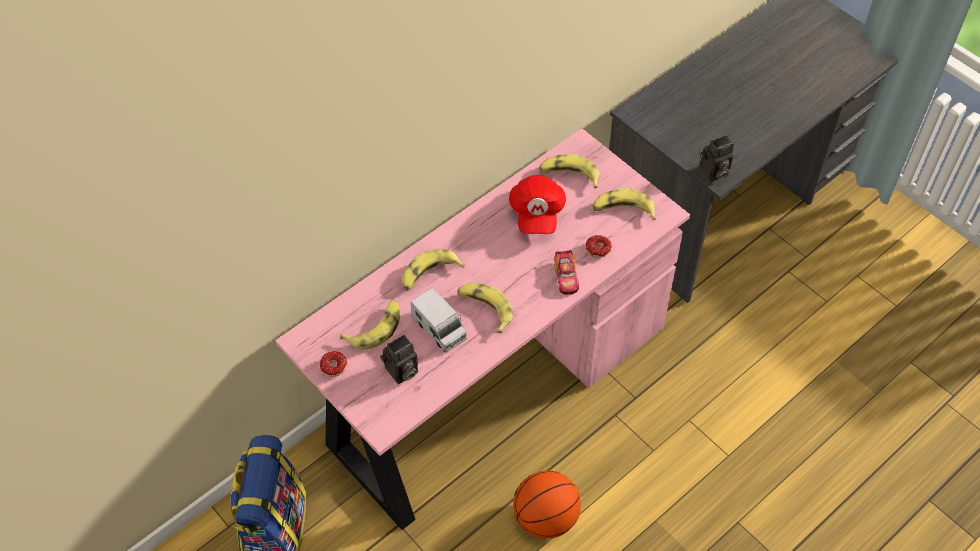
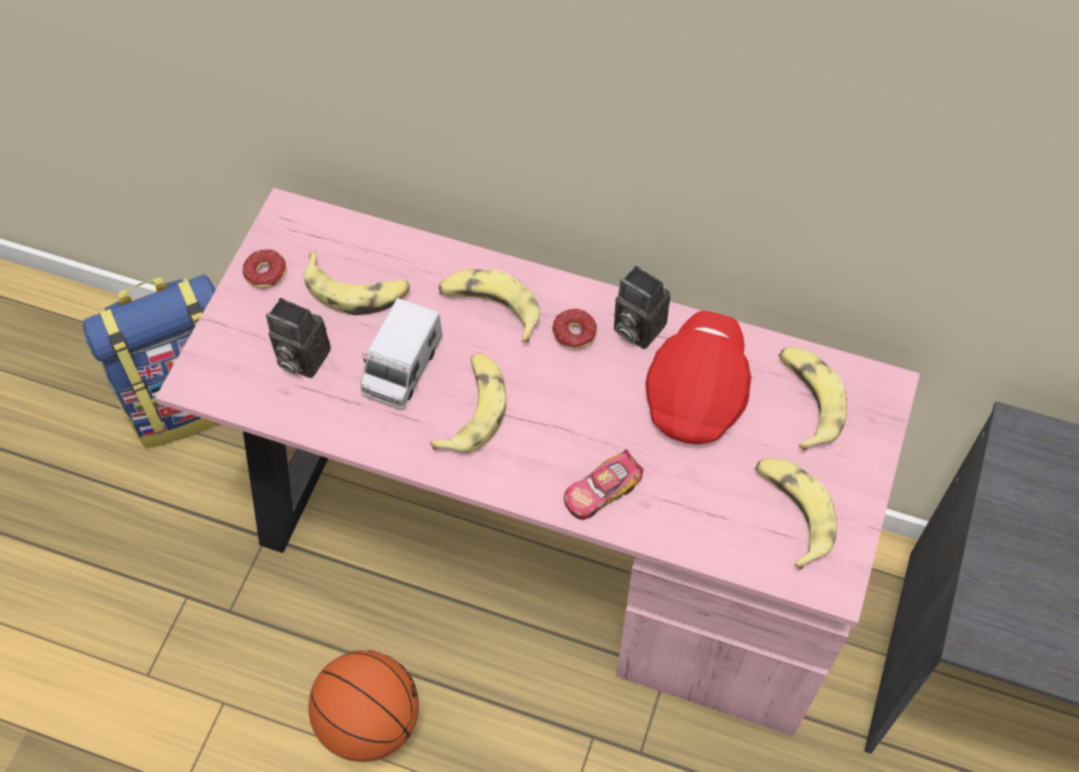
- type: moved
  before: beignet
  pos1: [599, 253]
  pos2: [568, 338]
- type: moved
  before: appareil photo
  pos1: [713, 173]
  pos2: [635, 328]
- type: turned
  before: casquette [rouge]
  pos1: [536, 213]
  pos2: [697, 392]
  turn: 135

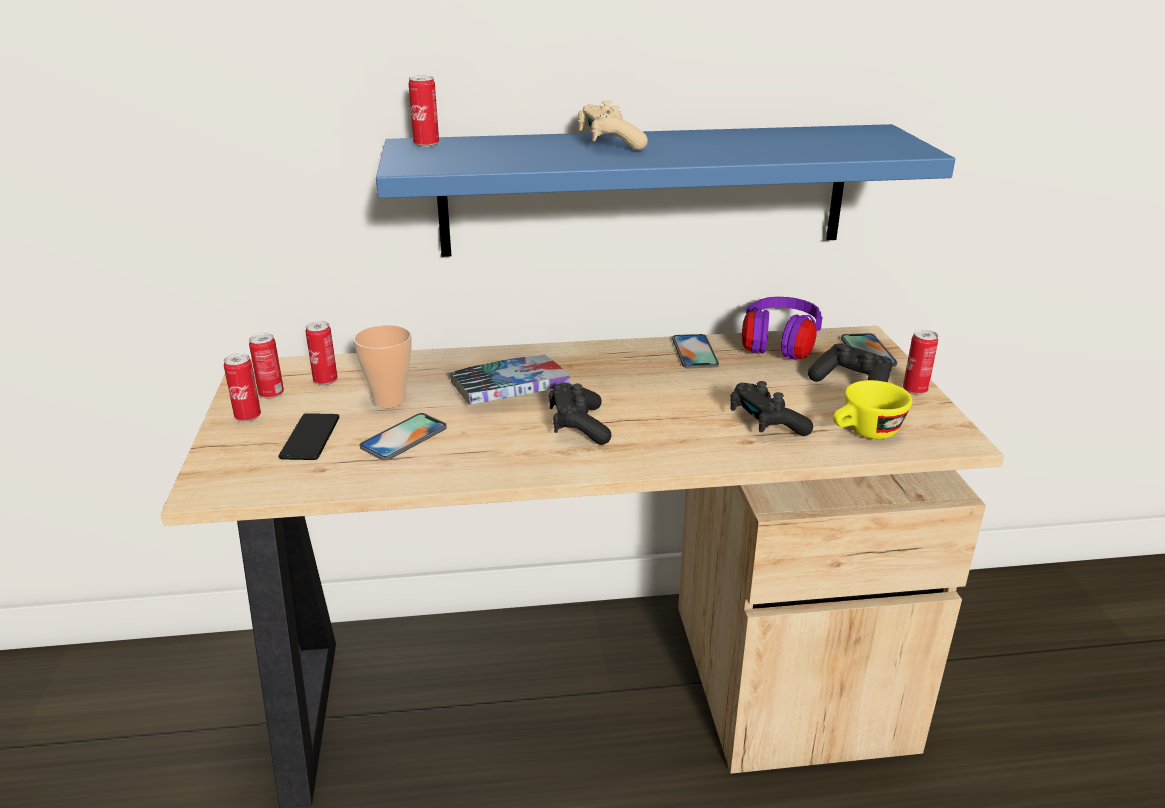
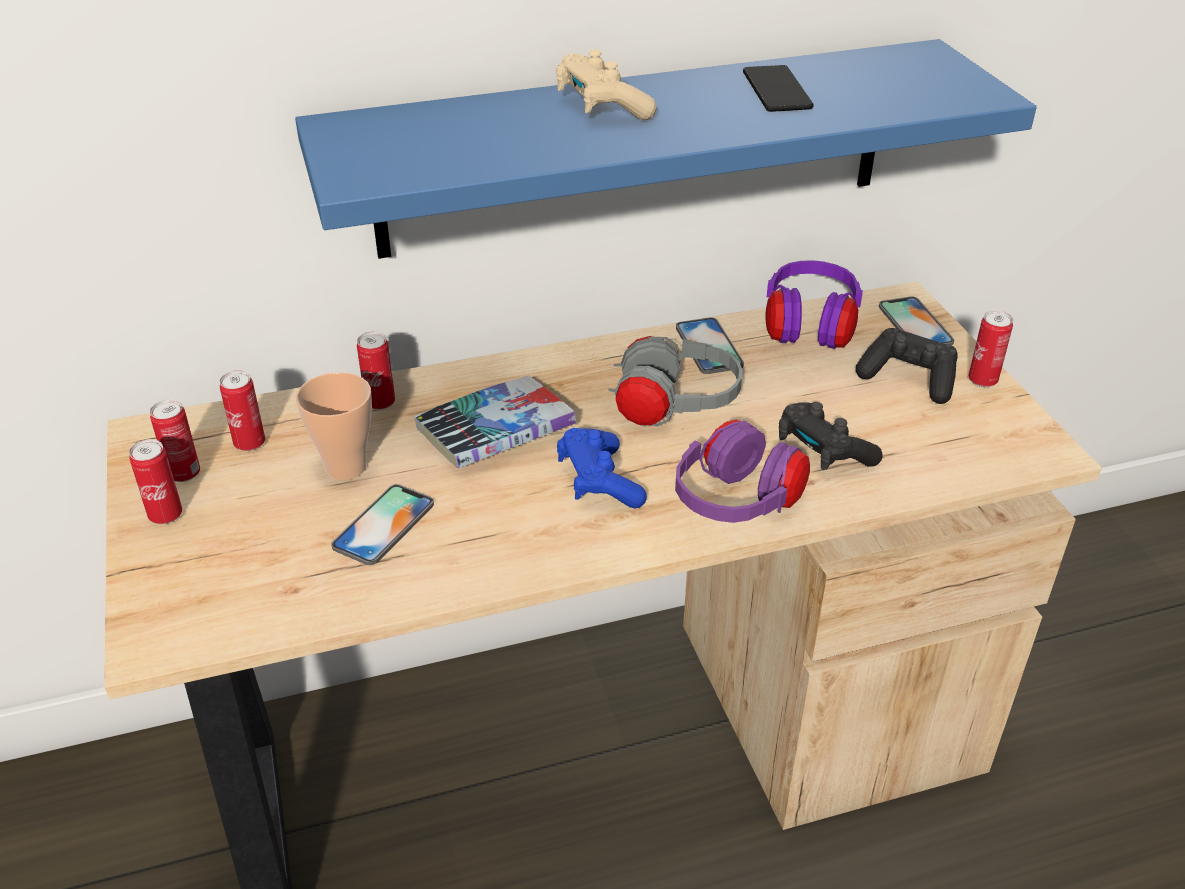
- type: moved
  before: boîte métallique
  pos1: [426, 144]
  pos2: [380, 403]
- type: recoloured
  before: manette [noir]
  after: manette [bleu]
  pos1: [578, 426]
  pos2: [599, 482]
- type: added
  after: casque audio [gris]
  pos2: [674, 408]
- type: added
  after: casque audio [violet]
  pos2: [737, 504]
- type: moved
  before: téléphone
  pos1: [310, 438]
  pos2: [776, 90]
- type: removed
  before: tasse [jaune]
  pos1: [865, 433]

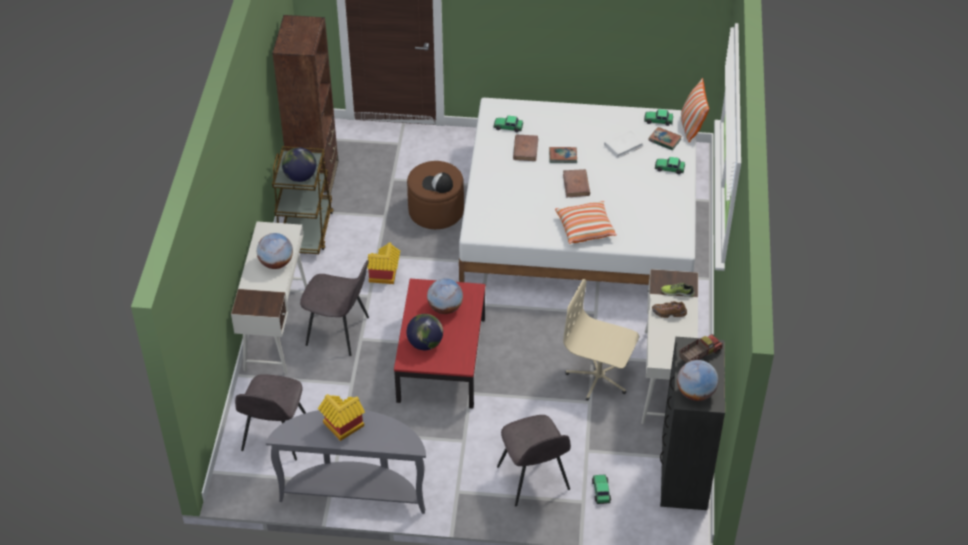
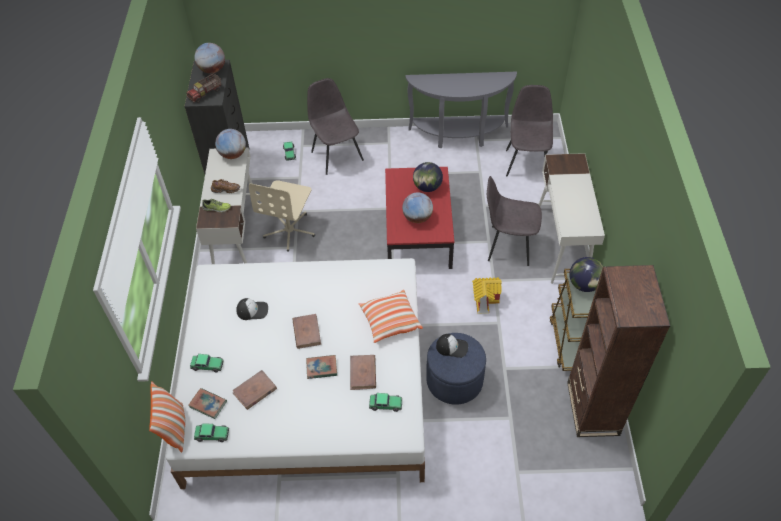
- type: moved
  before: globe
  pos1: [276, 263]
  pos2: [233, 154]
- type: recoloured
  before: livre [blanc]
  after: livre [marron]
  pos1: [623, 145]
  pos2: [255, 391]
- type: added
  after: casquette
  pos2: [252, 310]
- type: turned
  before: chaise de bureau [beige]
  pos1: [599, 377]
  pos2: [290, 231]
  turn: 90
- type: moved
  before: coussin
  pos1: [585, 228]
  pos2: [390, 321]
- type: recoloured
  before: pouf [marron]
  after: pouf [bleu]
  pos1: [436, 211]
  pos2: [454, 380]
- type: removed
  before: maison miniature
  pos1: [341, 428]

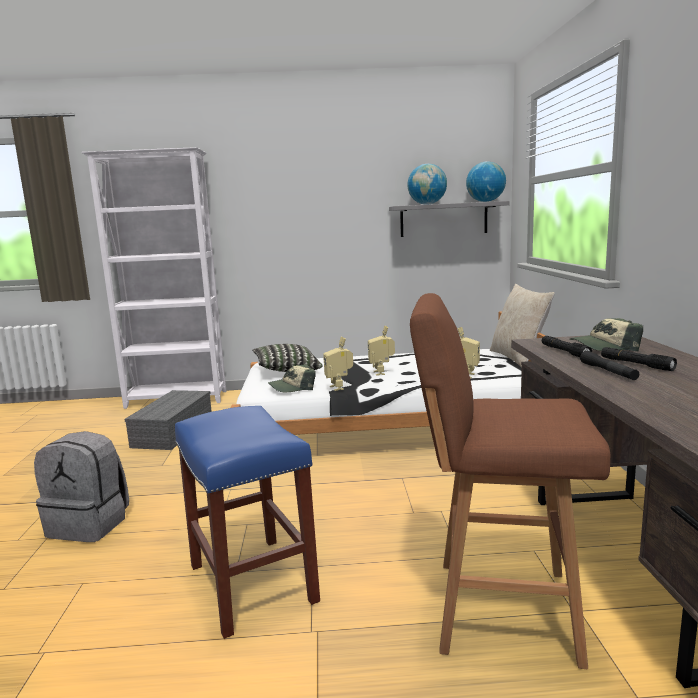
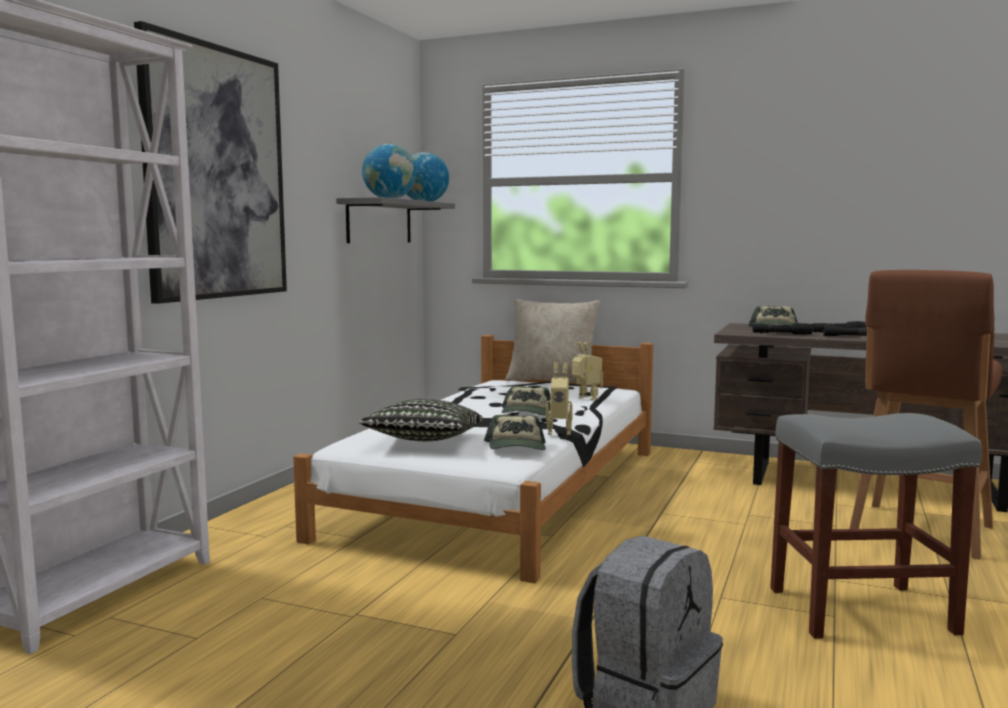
- type: added
  after: tableau
  pos2: [216, 173]
- type: replaced
  before: robot jouet
  after: casquette
  pos1: [382, 373]
  pos2: [526, 414]
- type: recoloured
  before: tabouret [bleu]
  after: tabouret [gris]
  pos1: [253, 584]
  pos2: [862, 610]
- type: removed
  before: boîte de rangement [gris]
  pos1: [173, 431]

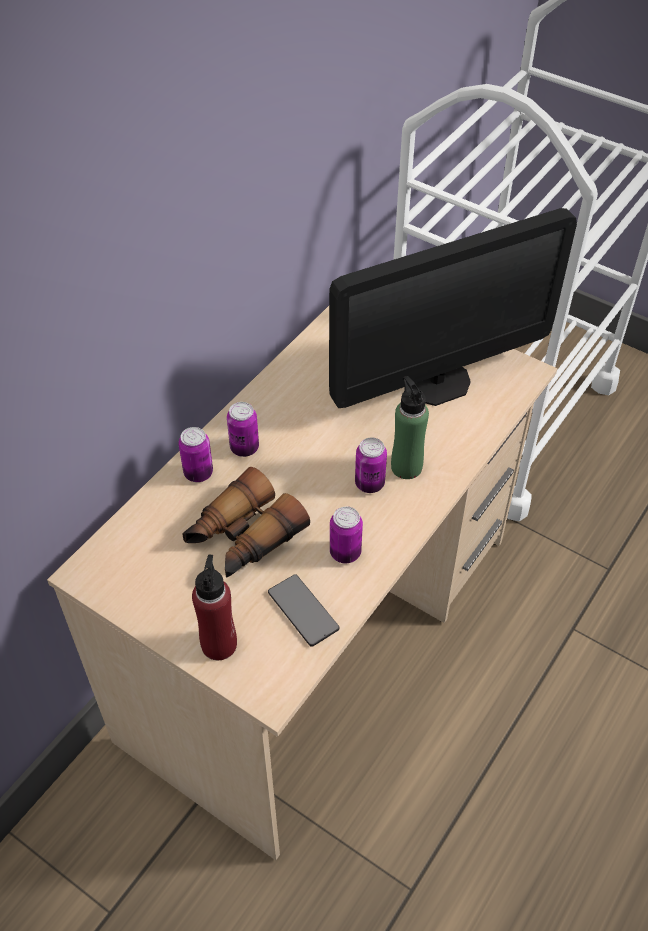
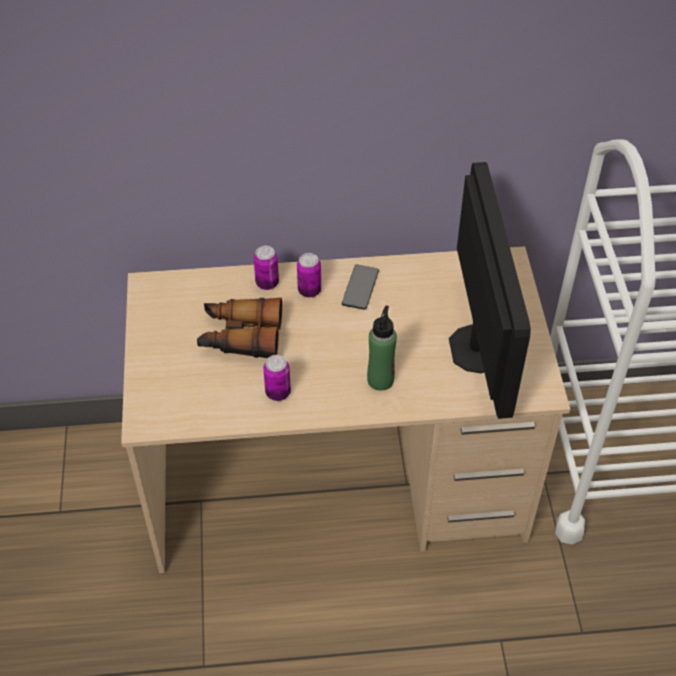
- type: moved
  before: téléphone
  pos1: [303, 611]
  pos2: [360, 288]
- type: turned
  before: écran d'ordinateur
  pos1: [436, 382]
  pos2: [475, 349]
  turn: -120
- type: removed
  before: bouteille [rouge]
  pos1: [219, 644]
- type: removed
  before: boîte métallique
  pos1: [369, 484]

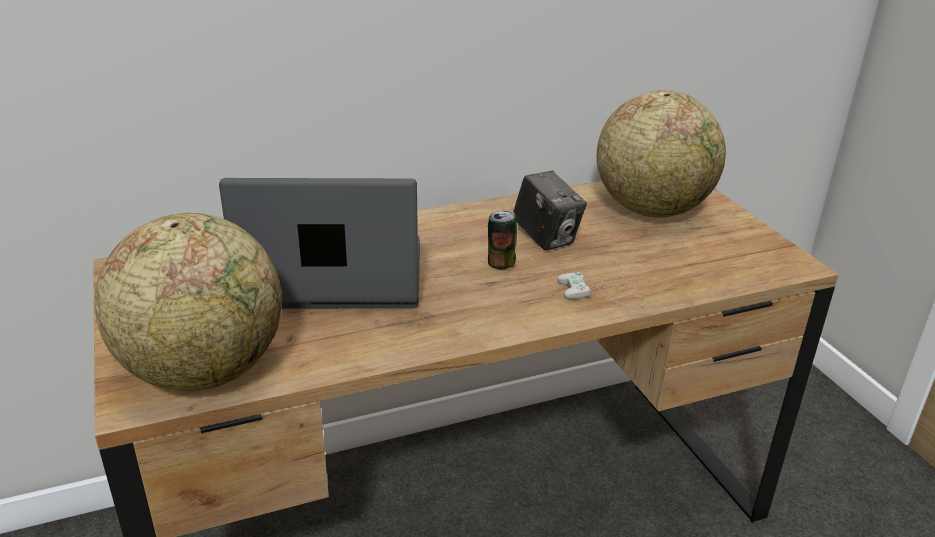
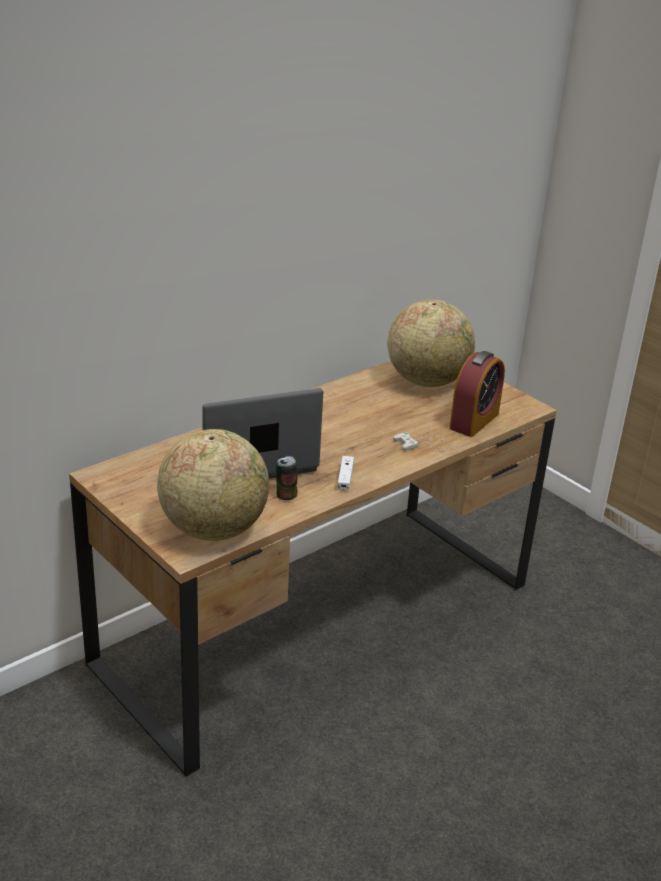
- type: moved
  before: boîte métallique
  pos1: [501, 263]
  pos2: [286, 495]
- type: added
  after: manette [blanc]
  pos2: [345, 477]
- type: added
  after: réveil
  pos2: [474, 421]
- type: removed
  before: appareil photo
  pos1: [546, 238]

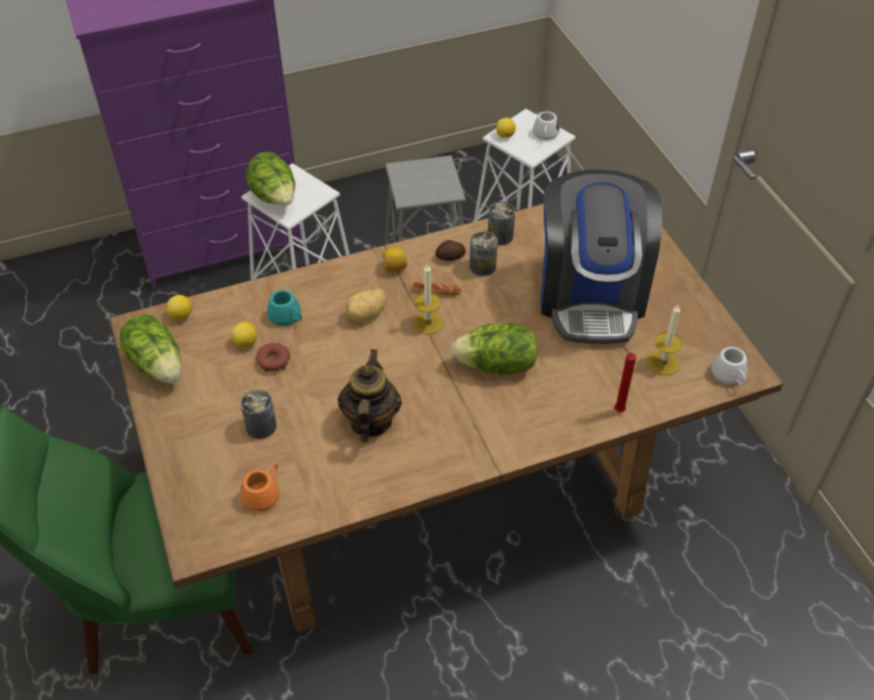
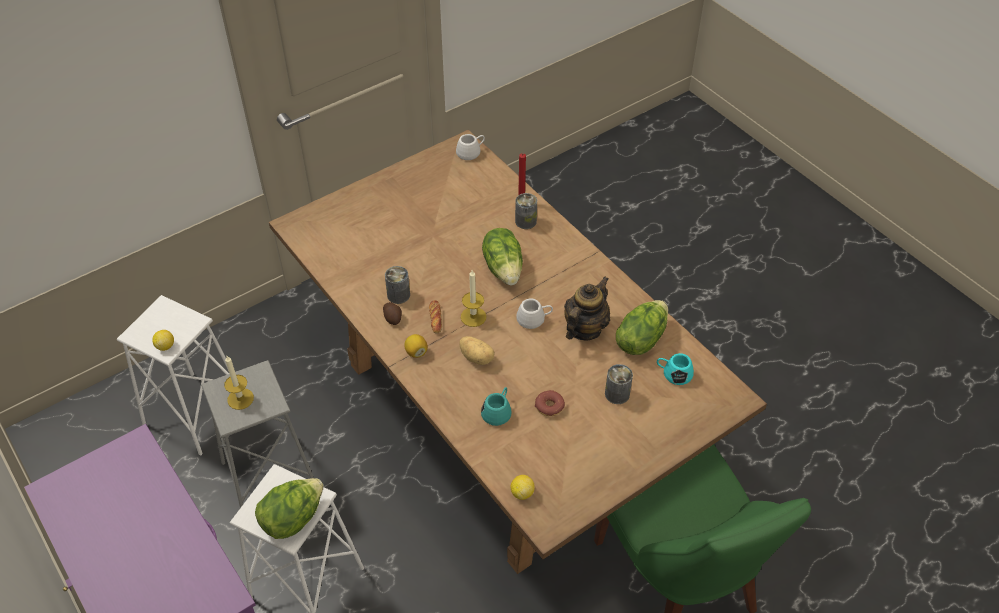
- type: moved
  before: bougie
  pos1: [663, 363]
  pos2: [240, 399]
- type: moved
  before: boîte métallique
  pos1: [500, 236]
  pos2: [525, 221]
- type: moved
  before: mug [blanc]
  pos1: [545, 135]
  pos2: [534, 319]
- type: turned
  before: théière
  pos1: [370, 421]
  pos2: [584, 329]
  turn: 135
- type: moved
  before: laitue
  pos1: [158, 364]
  pos2: [640, 339]
- type: recoloured
  before: mug [orange]
  after: mug [turquoise]
  pos1: [264, 492]
  pos2: [673, 373]
- type: removed
  before: citron
  pos1: [246, 343]
- type: removed
  before: machine à café
  pos1: [591, 295]

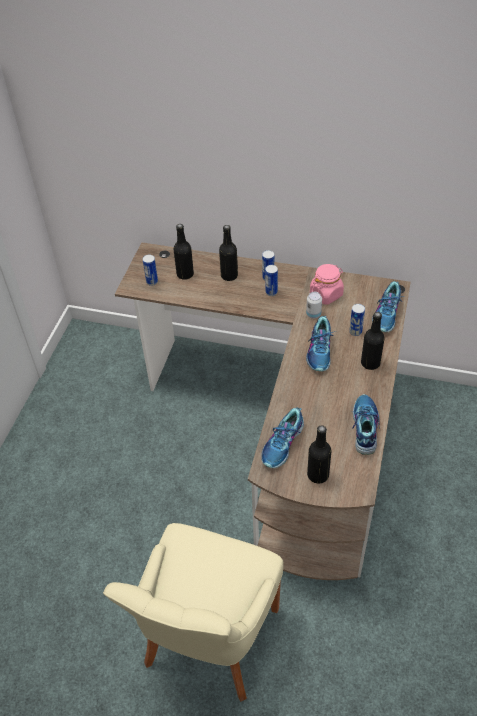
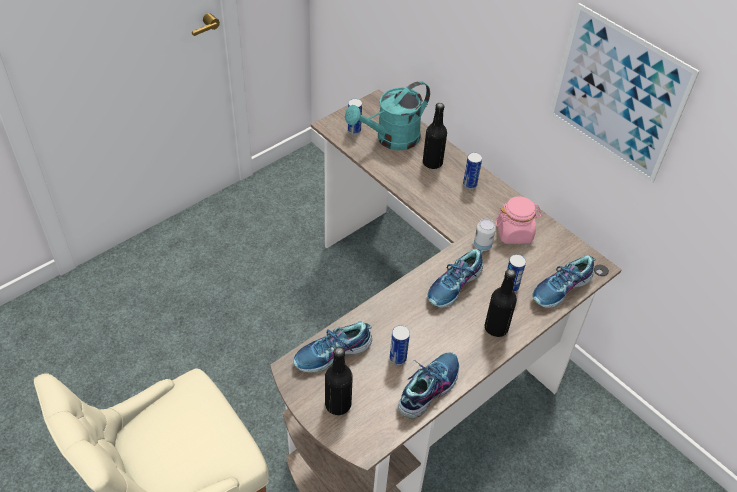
- type: replaced
  before: bouteille [noir]
  after: arrosoir [turquoise]
  pos1: [185, 274]
  pos2: [391, 139]
- type: moved
  before: boîte métallique
  pos1: [271, 292]
  pos2: [398, 358]
- type: added
  after: tableau
  pos2: [617, 94]

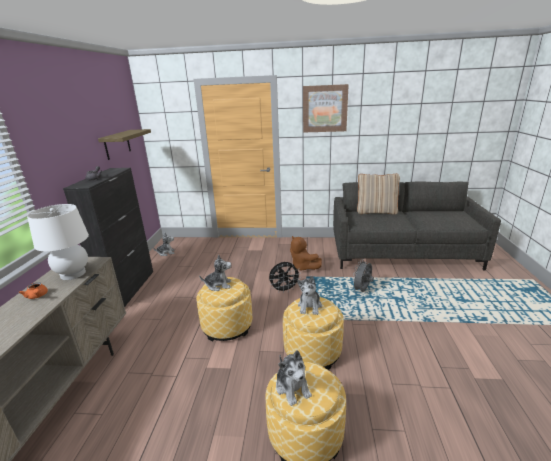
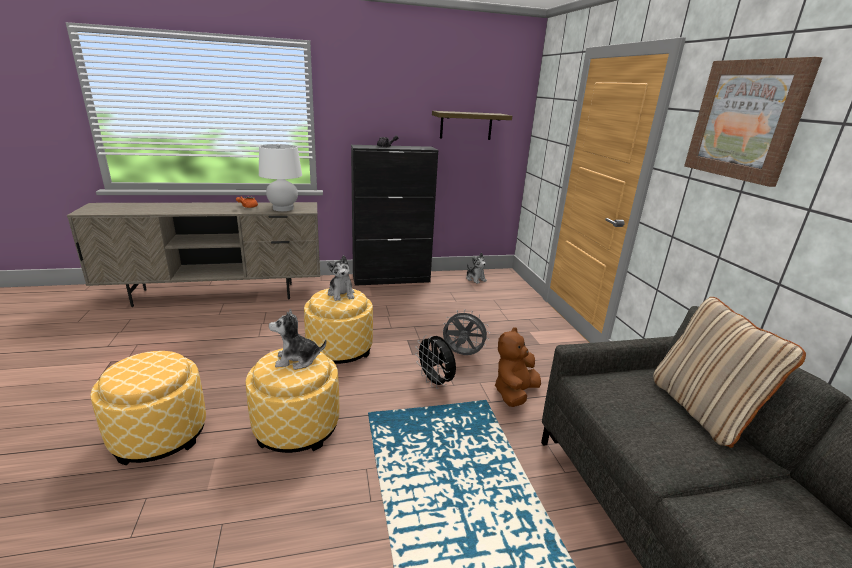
- type: moved
  before: ventilateur [gris]
  pos1: [362, 290]
  pos2: [462, 354]
- type: removed
  before: peluche
  pos1: [292, 387]

